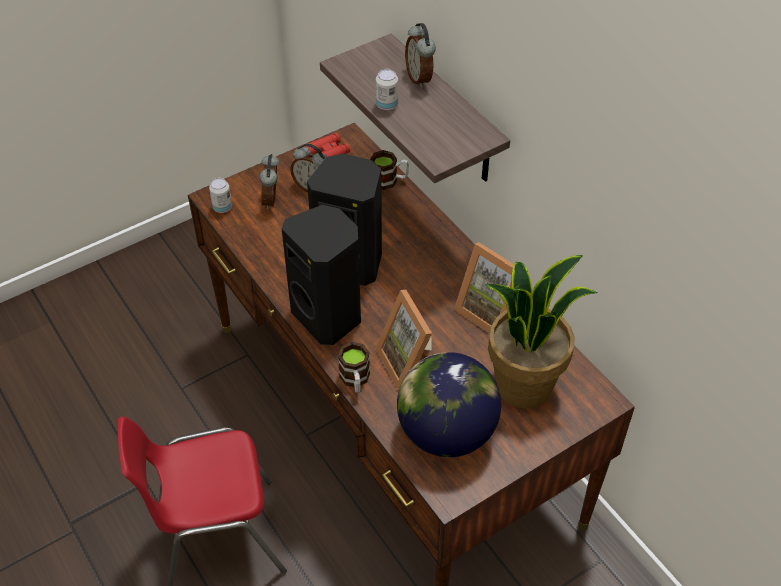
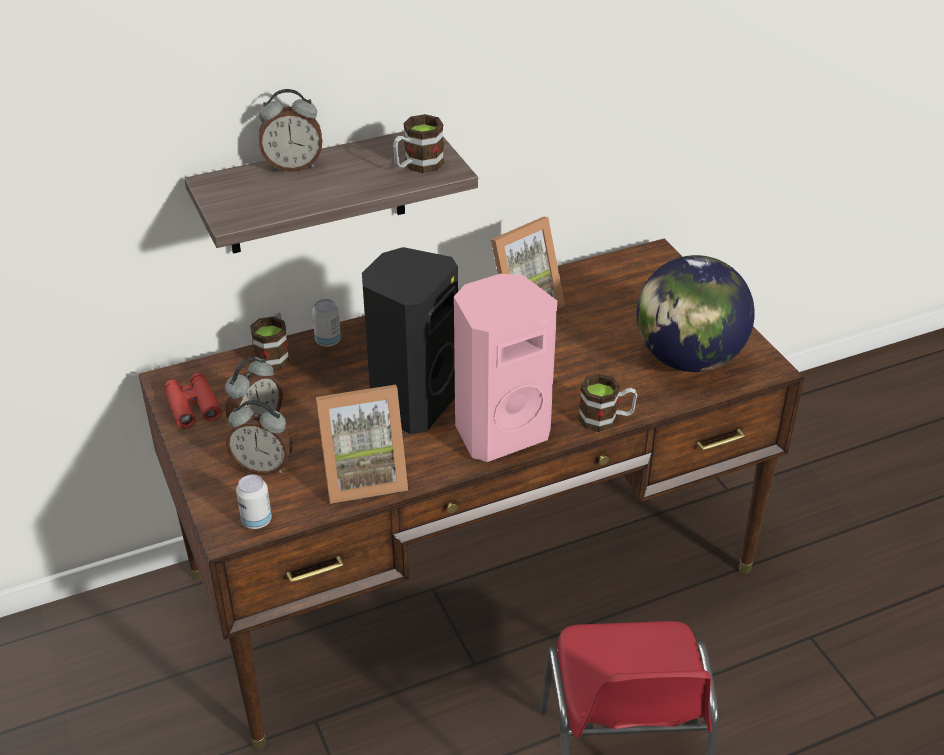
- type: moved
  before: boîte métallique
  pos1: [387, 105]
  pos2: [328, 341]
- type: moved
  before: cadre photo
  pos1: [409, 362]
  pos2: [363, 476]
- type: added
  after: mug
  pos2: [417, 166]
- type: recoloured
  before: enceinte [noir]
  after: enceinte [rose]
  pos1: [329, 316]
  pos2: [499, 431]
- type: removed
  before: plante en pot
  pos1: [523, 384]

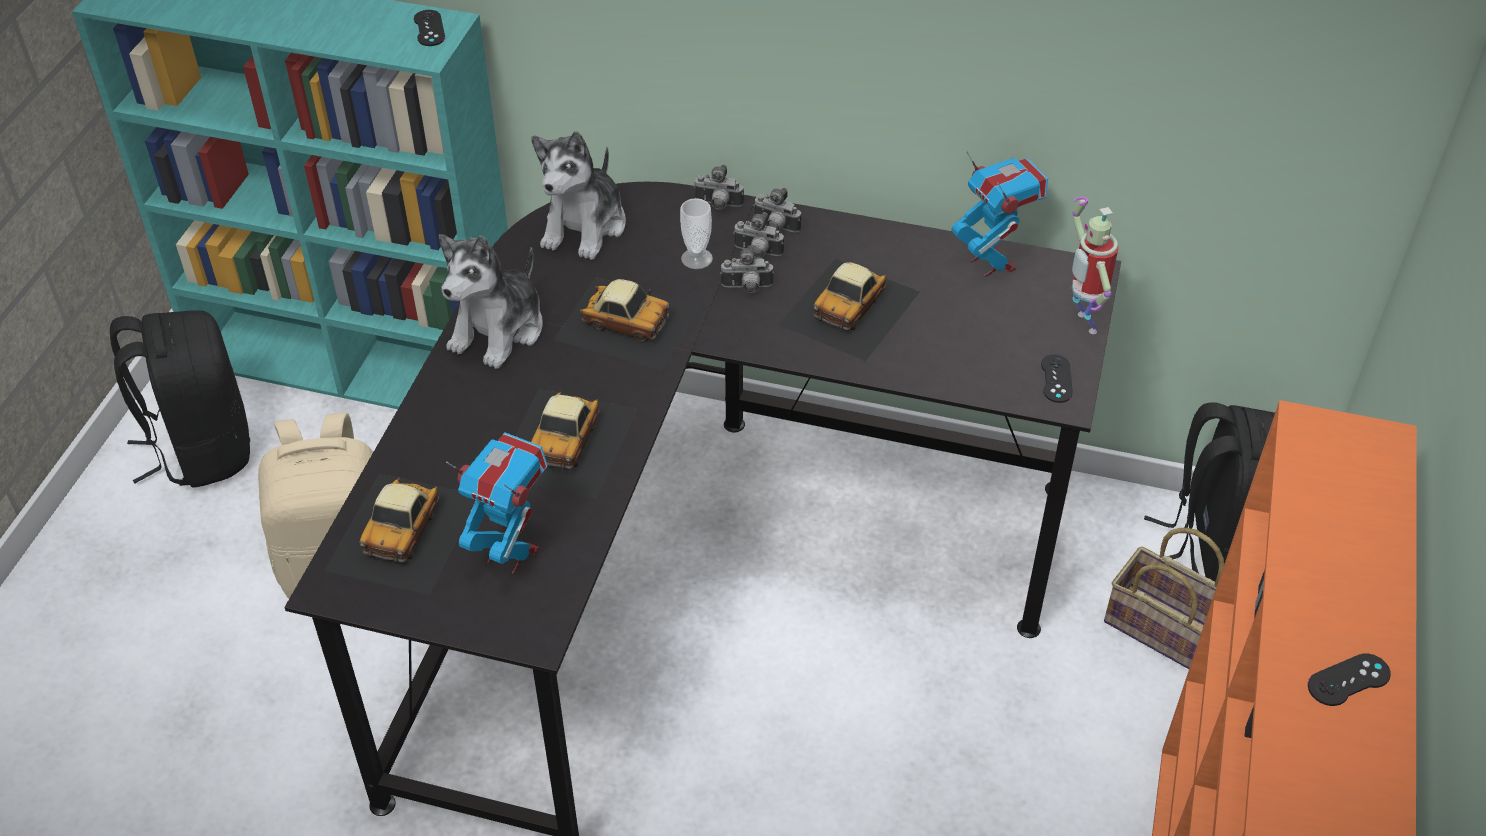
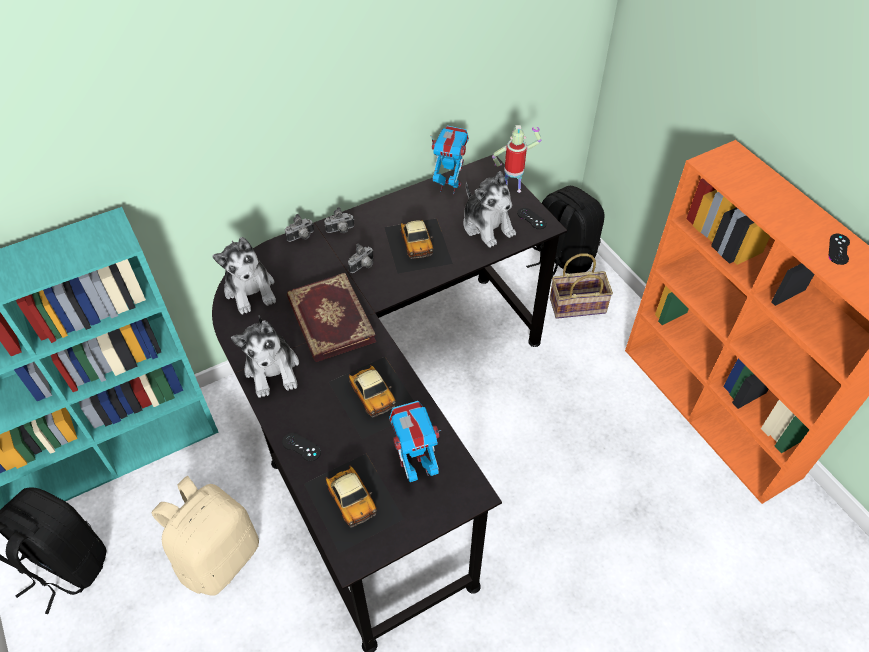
- type: moved
  before: manette [noir]
  pos1: [429, 28]
  pos2: [301, 447]
- type: replaced
  before: petite voiture
  after: livre
  pos1: [627, 321]
  pos2: [329, 320]
- type: added
  after: peluche
  pos2: [487, 226]
- type: turned
  before: robot jouet
  pos1: [1081, 323]
  pos2: [512, 189]
  turn: 150
- type: removed
  before: tasse
  pos1: [696, 258]
- type: removed
  before: appareil photo
  pos1: [757, 253]

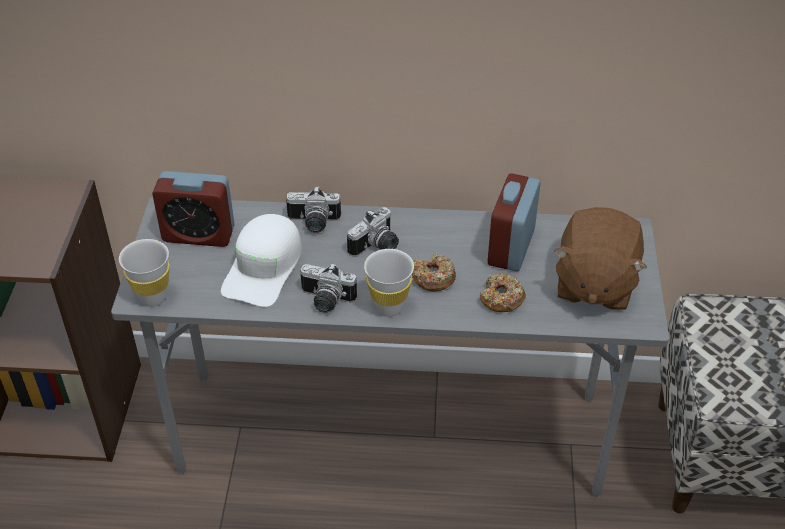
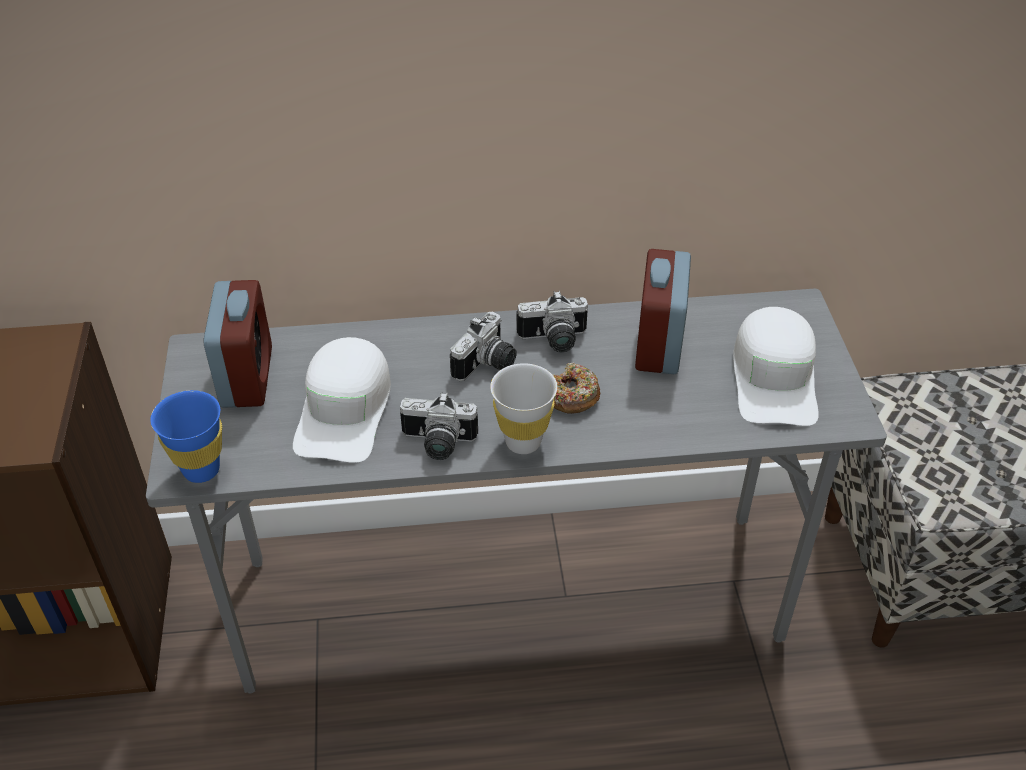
- type: recoloured
  before: tasse [blanc]
  after: tasse [bleu]
  pos1: [153, 297]
  pos2: [201, 470]
- type: turned
  before: réveil
  pos1: [198, 234]
  pos2: [247, 377]
  turn: -90
- type: moved
  before: appareil photo
  pos1: [313, 223]
  pos2: [554, 341]
- type: replaced
  before: peluche [marron]
  after: casquette [blanc]
  pos1: [594, 283]
  pos2: [774, 377]
- type: removed
  before: beignet
  pos1: [501, 299]

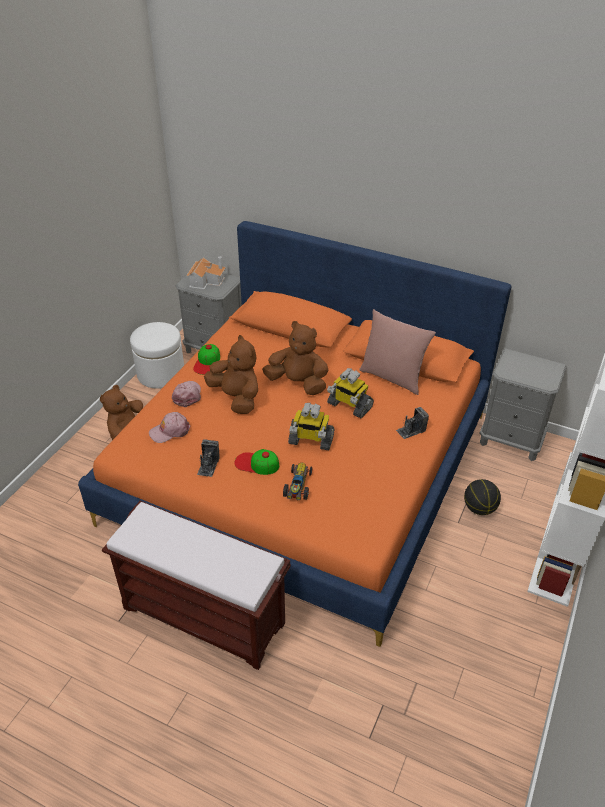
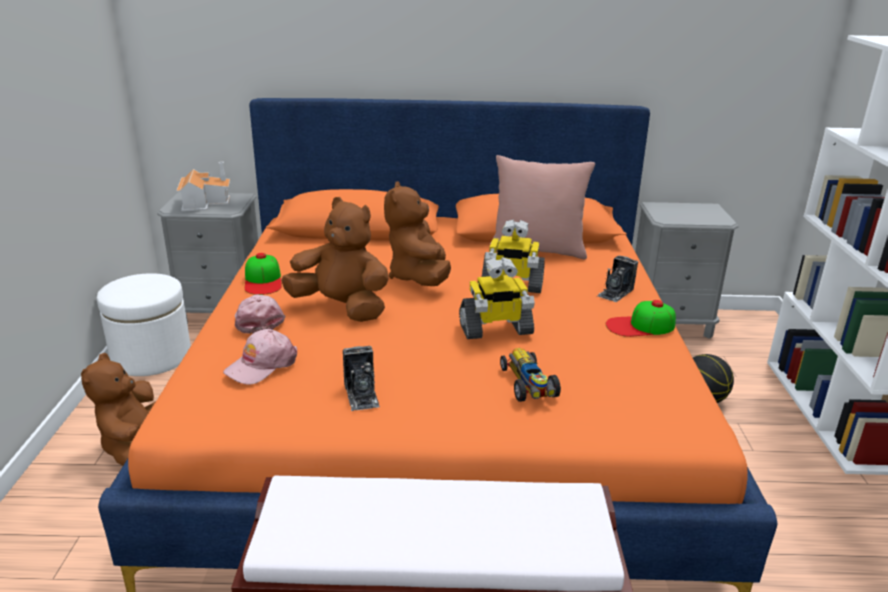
- type: turned
  before: peluche [marron]
  pos1: [298, 383]
  pos2: [419, 277]
  turn: -90
- type: moved
  before: casquette
  pos1: [256, 464]
  pos2: [640, 326]

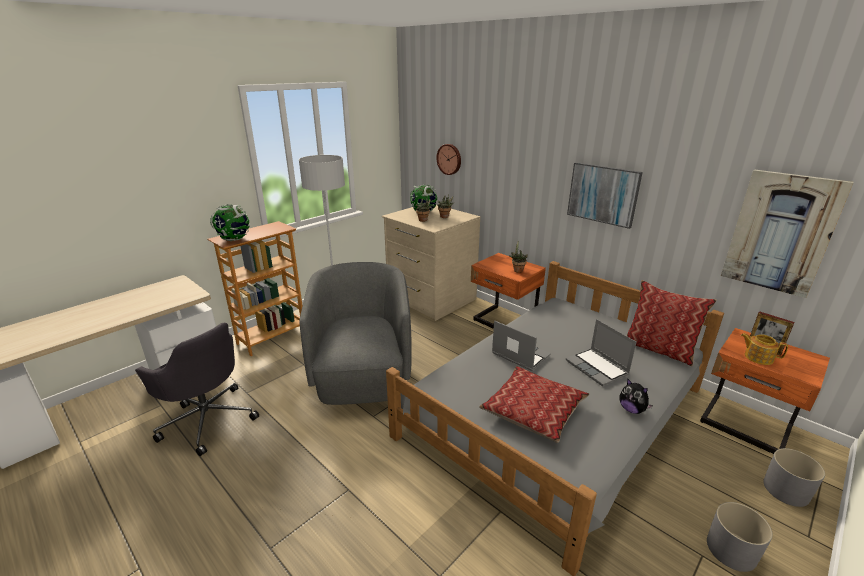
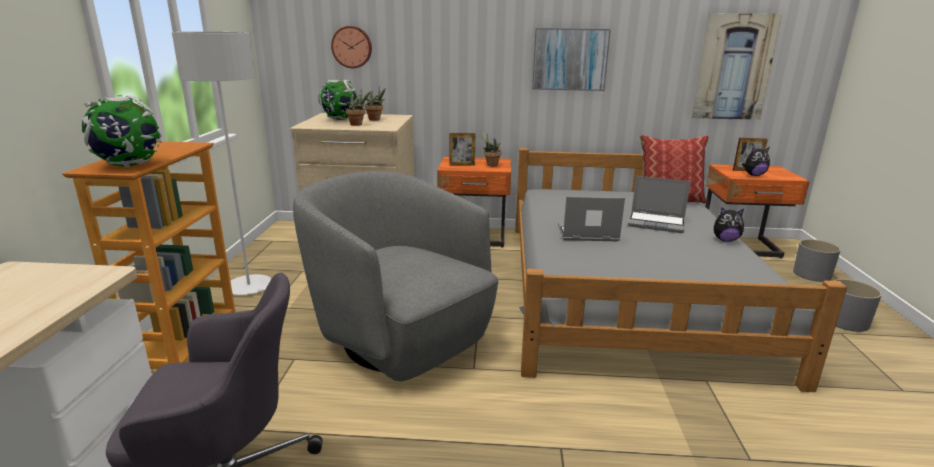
- type: added
  after: cadre photo
  pos2: [462, 165]
- type: replaced
  before: théière
  after: peluche
  pos1: [758, 357]
  pos2: [753, 175]
- type: removed
  before: coussin
  pos1: [534, 410]

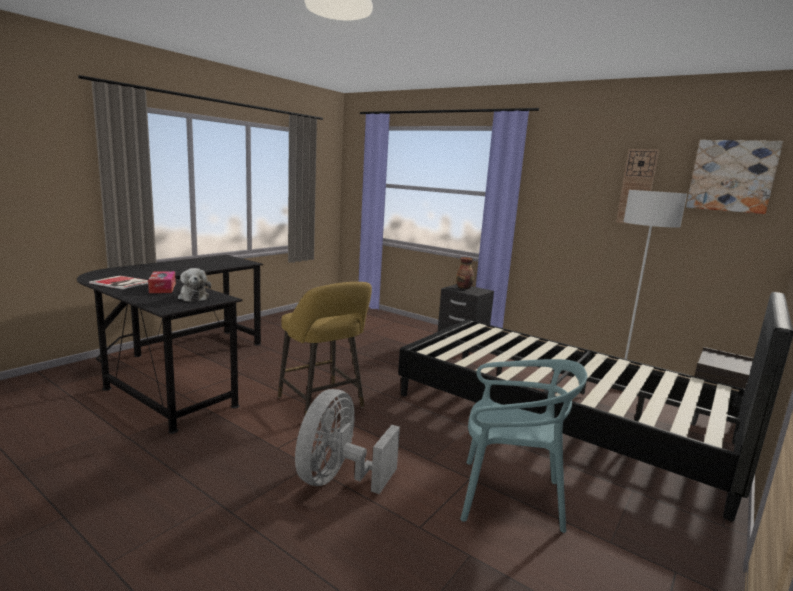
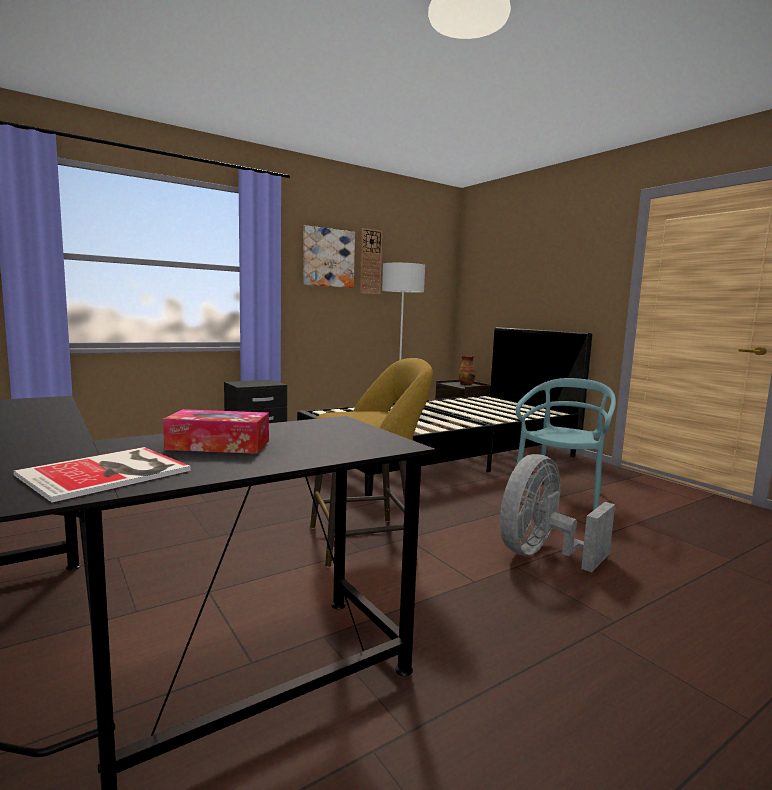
- type: moved
  before: tableau
  pos1: [732, 176]
  pos2: [328, 258]
- type: moved
  before: vase
  pos1: [464, 288]
  pos2: [466, 384]
- type: turned
  before: ventilateur [gris]
  pos1: [338, 479]
  pos2: [541, 554]
  turn: 90
- type: removed
  before: peluche
  pos1: [193, 297]

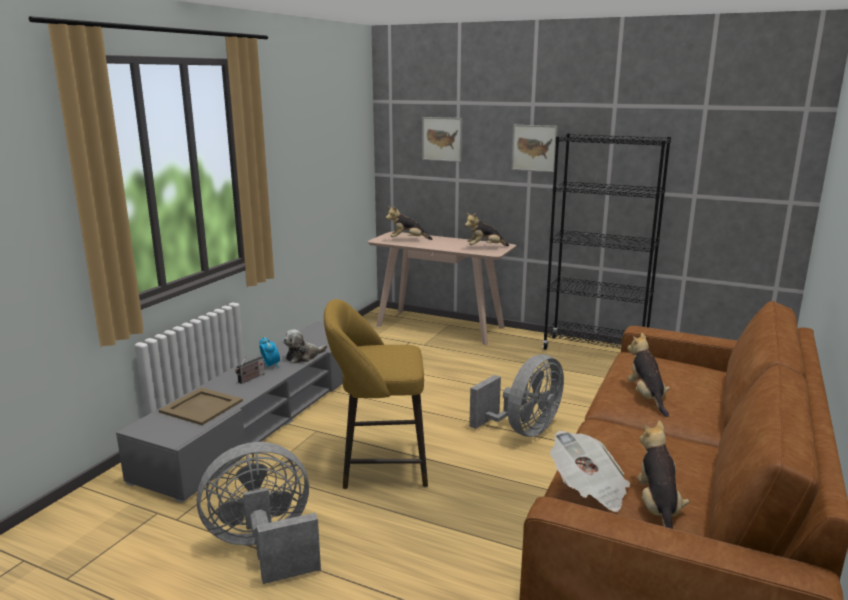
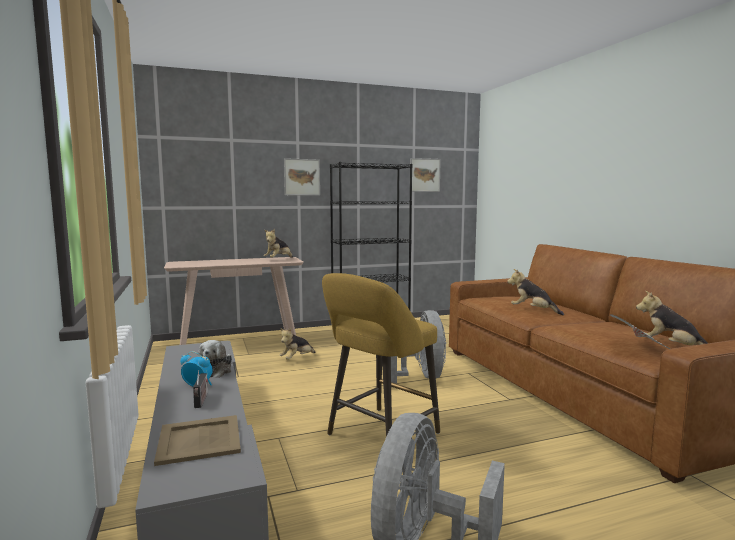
- type: moved
  before: peluche
  pos1: [407, 240]
  pos2: [297, 359]
- type: moved
  before: tableau
  pos1: [442, 139]
  pos2: [424, 175]

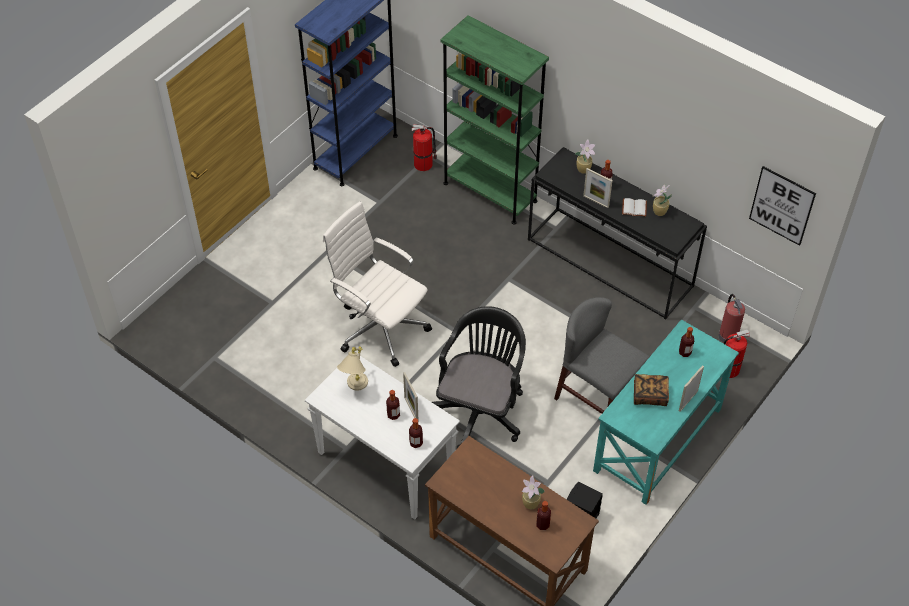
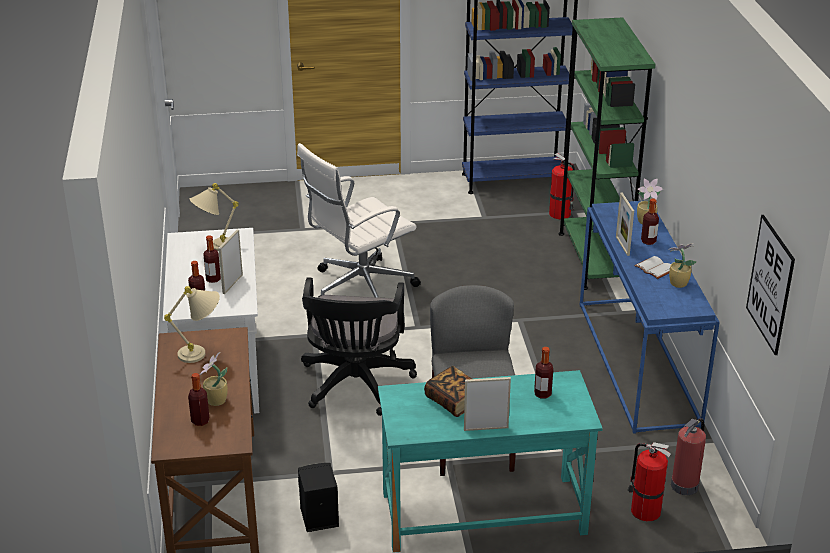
- type: added
  after: lampe de table [beige]
  pos2: [202, 353]
- type: turned
  before: chaise de bureau [blanc]
  pos1: [380, 327]
  pos2: [359, 287]
  turn: -120
- type: turned
  before: chaise de bureau [noir]
  pos1: [481, 409]
  pos2: [355, 386]
  turn: 120
- type: recoloured
  before: table console [noir]
  after: table console [bleu]
  pos1: [611, 262]
  pos2: [639, 363]

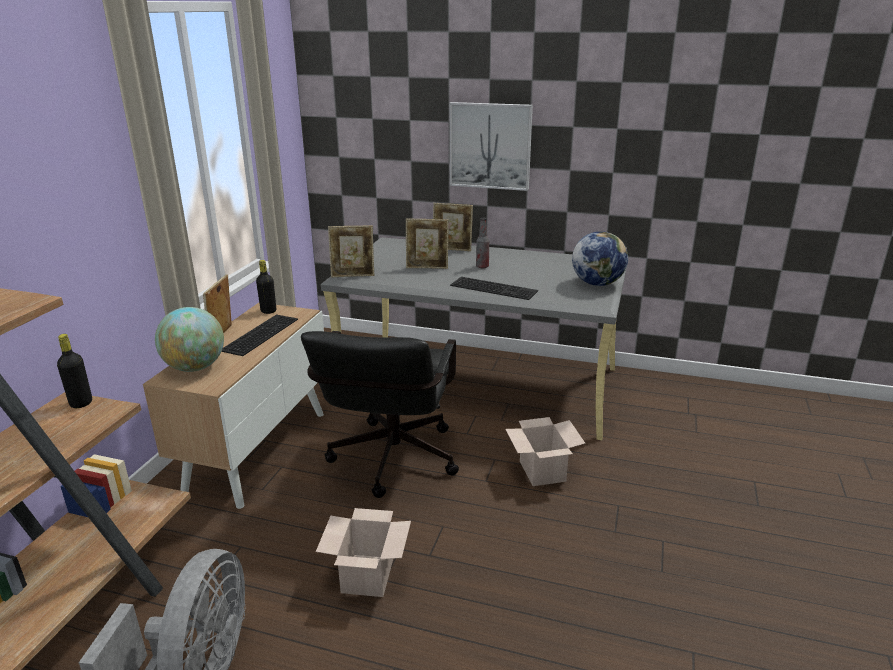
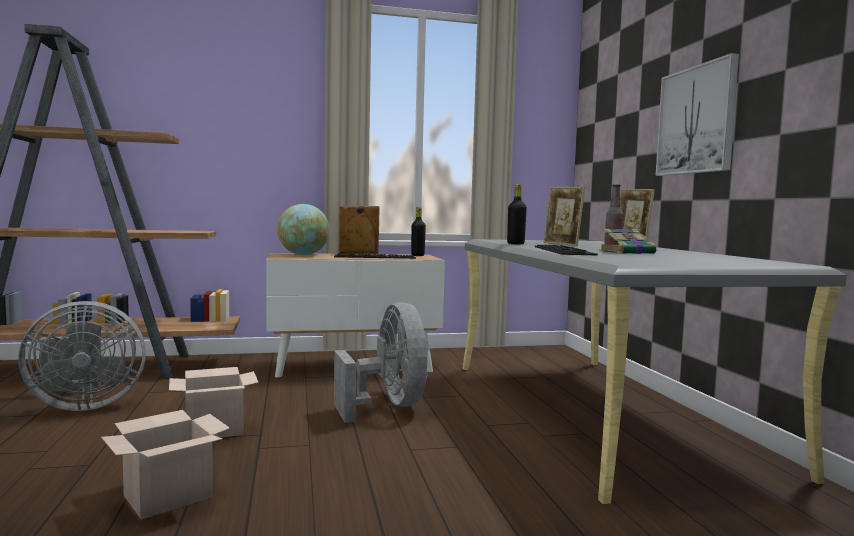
- type: moved
  before: carton
  pos1: [541, 470]
  pos2: [170, 495]
- type: replaced
  before: chaise de bureau [noir]
  after: ventilateur [gris]
  pos1: [391, 464]
  pos2: [388, 406]
- type: moved
  before: bouteille [noir]
  pos1: [81, 403]
  pos2: [515, 244]
- type: added
  after: livre
  pos2: [628, 252]
- type: removed
  before: cadre photo
  pos1: [353, 276]
- type: removed
  before: globe
  pos1: [597, 283]

